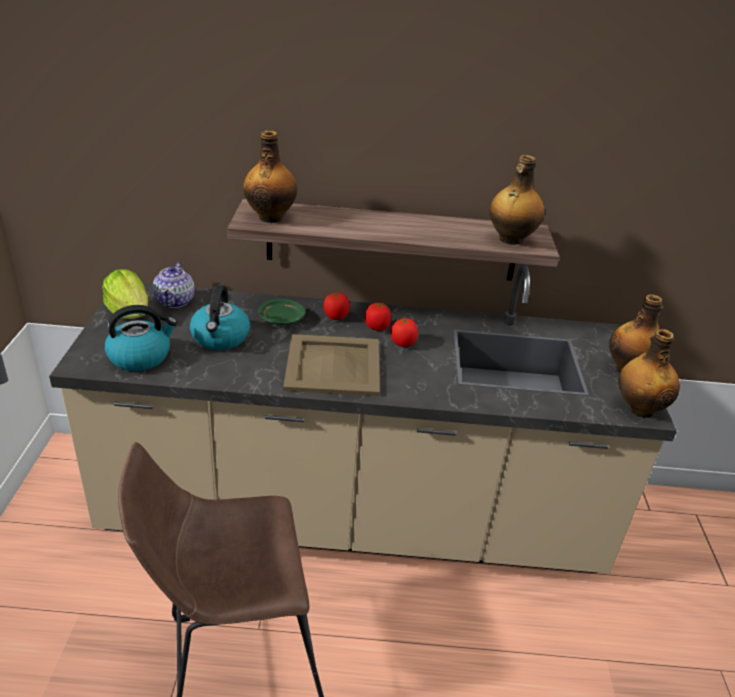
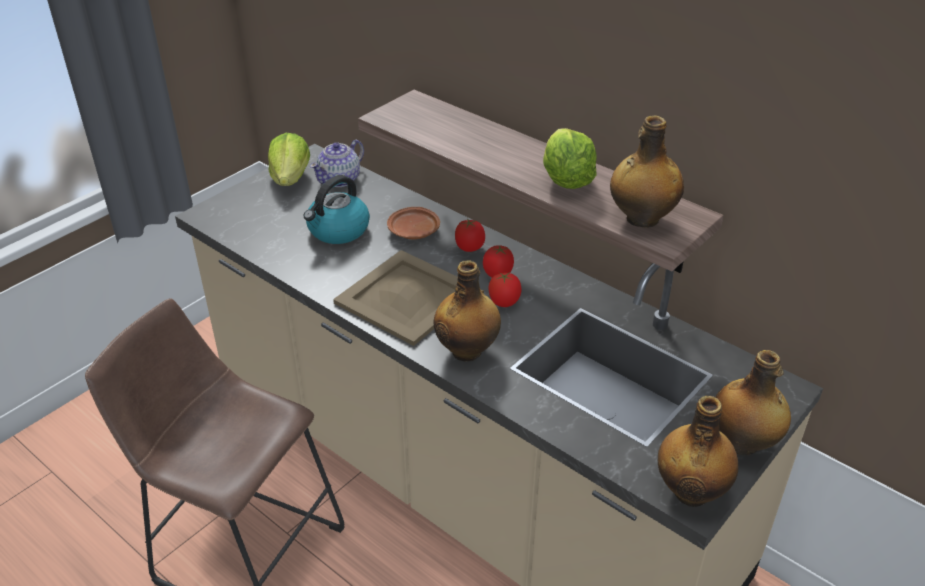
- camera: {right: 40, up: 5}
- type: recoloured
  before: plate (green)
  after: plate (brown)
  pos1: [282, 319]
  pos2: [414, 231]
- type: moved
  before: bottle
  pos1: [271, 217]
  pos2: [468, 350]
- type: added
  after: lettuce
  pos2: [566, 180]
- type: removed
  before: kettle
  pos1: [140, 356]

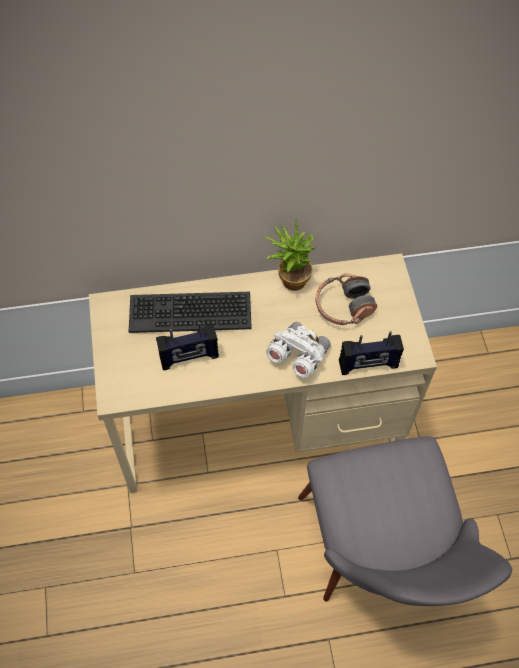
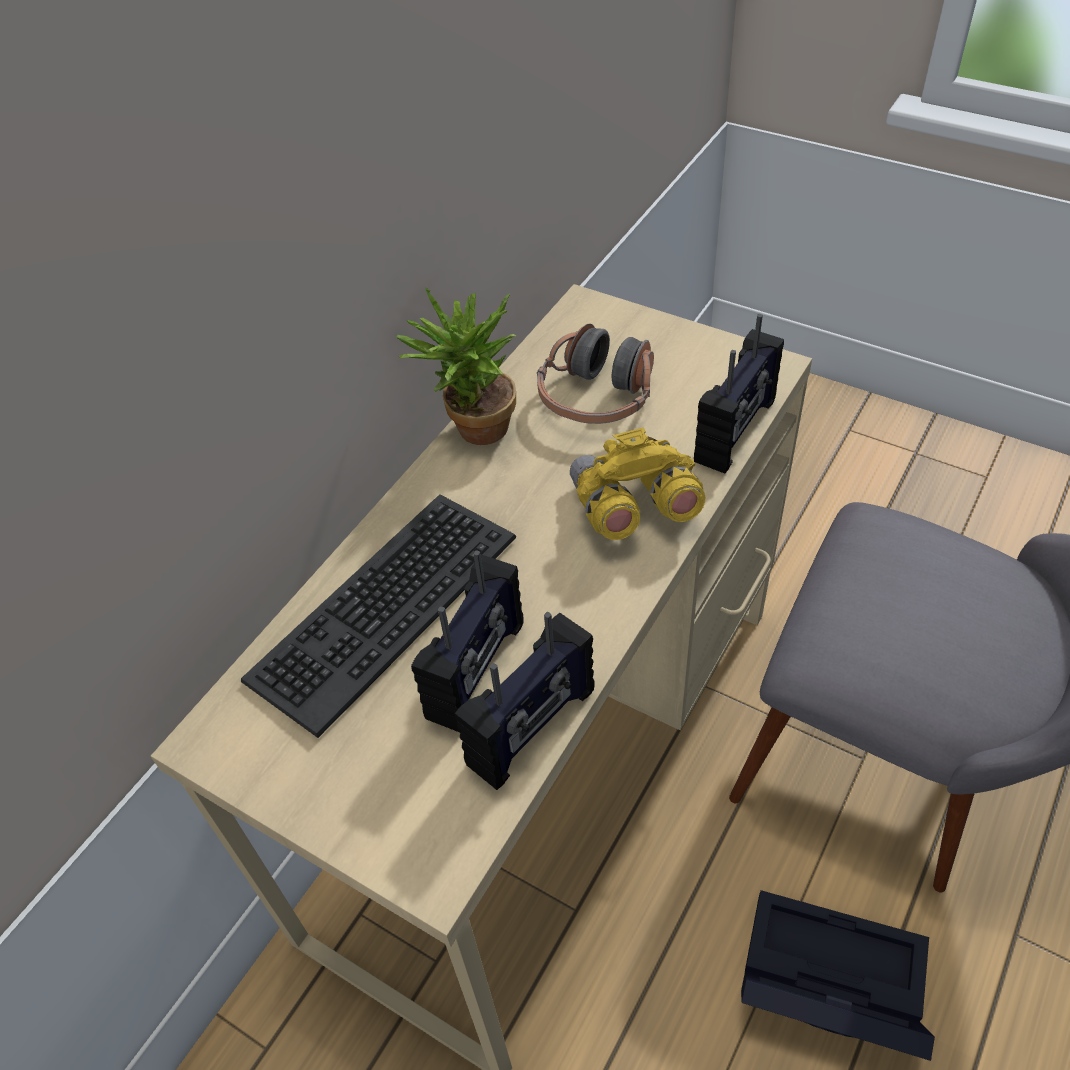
- camera: {right: -45, up: -10}
- type: added
  after: radio
  pos2: [533, 728]
- type: recoloured
  before: binoculars (white)
  after: binoculars (yellow)
  pos1: [297, 355]
  pos2: [632, 508]
- type: added
  after: storage box (black)
  pos2: [825, 983]

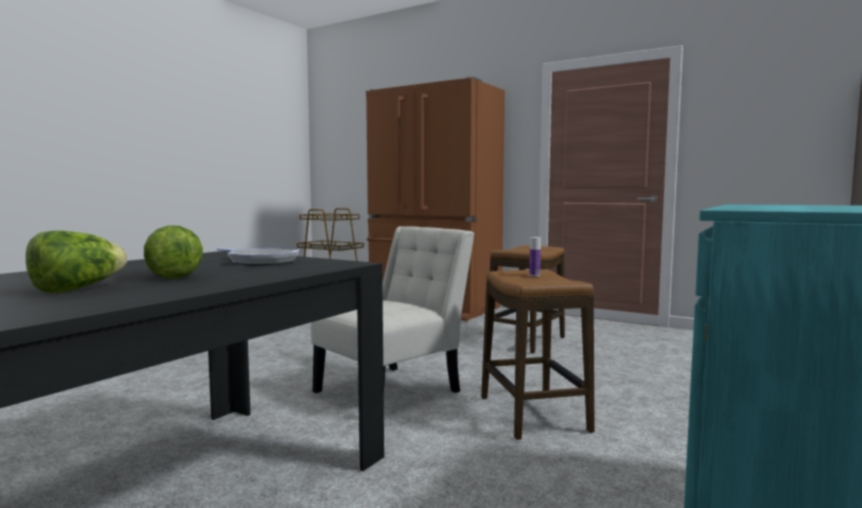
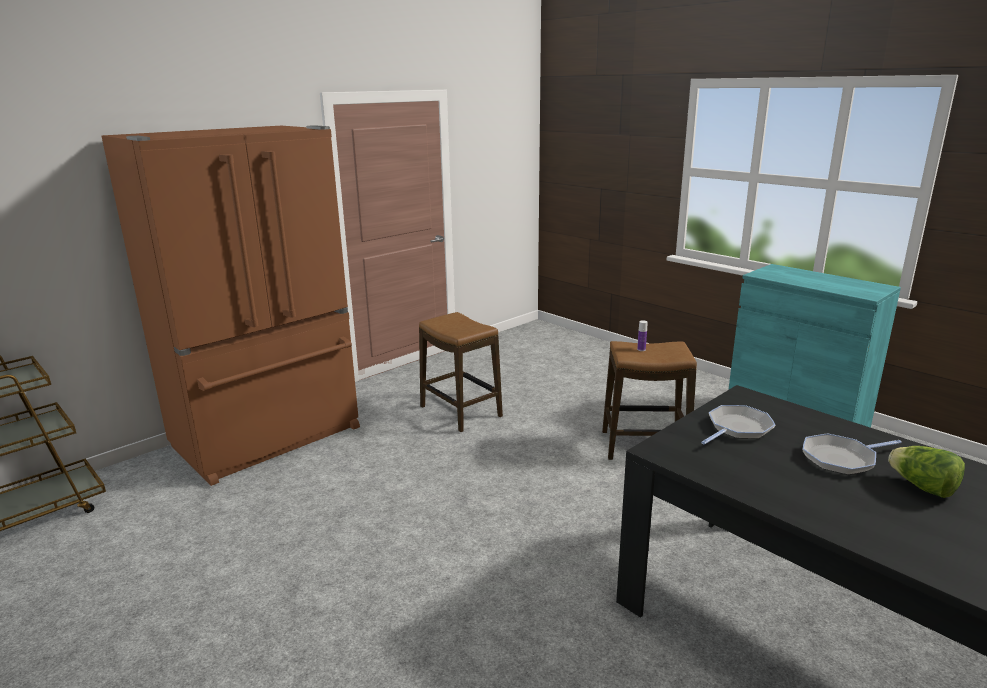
- camera: {right: -75, up: 15}
- type: replaced
  before: lettuce
  after: frying pan
  pos1: [172, 276]
  pos2: [841, 459]
- type: removed
  before: chair (white)
  pos1: [393, 390]

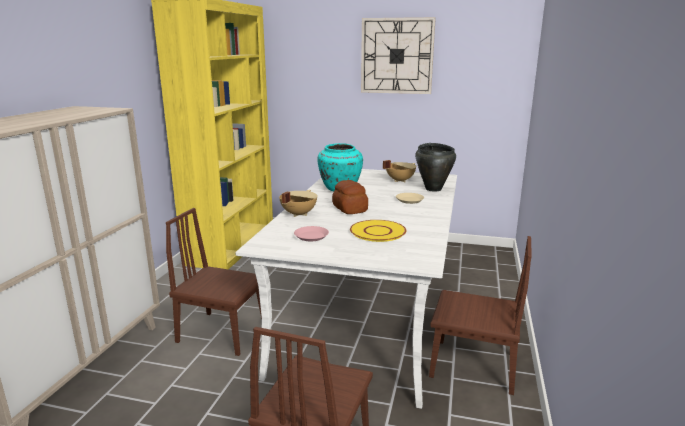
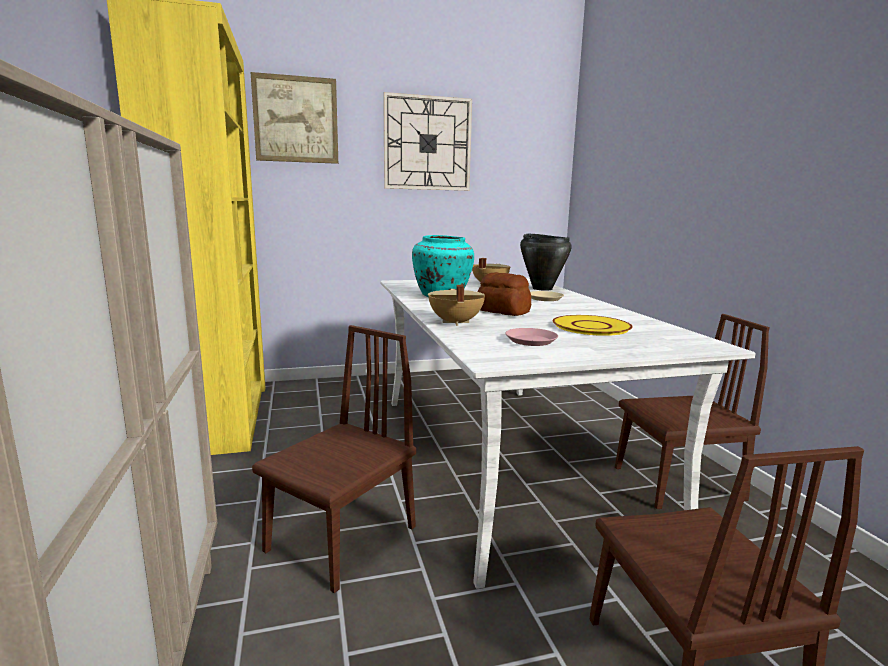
- camera: {right: -30, up: -5}
- type: added
  after: picture
  pos2: [296, 119]
- type: turned
  before: chair (brown)
  pos1: [222, 333]
  pos2: [342, 539]
  turn: 135

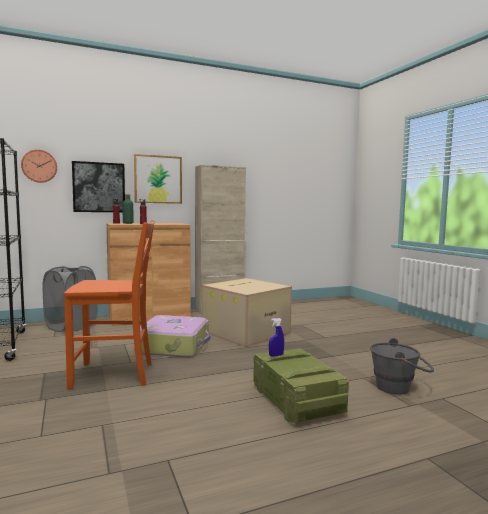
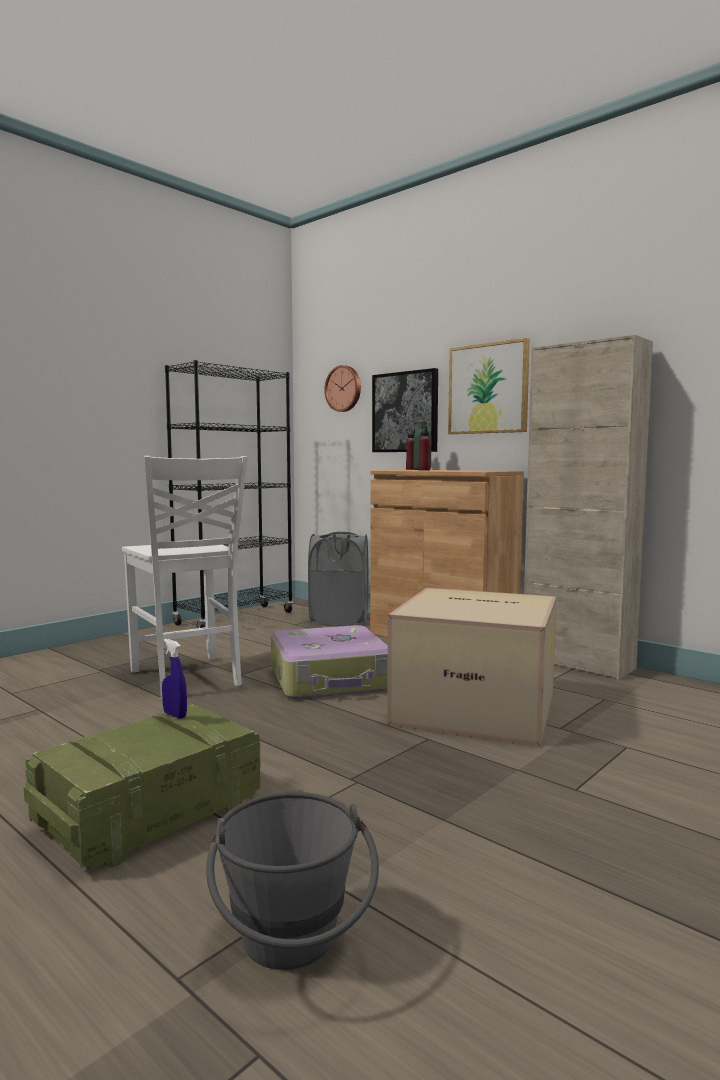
- camera: {right: 65, up: 0}
- type: recoloured
  before: chair (orange)
  after: chair (white)
  pos1: [114, 375]
  pos2: [187, 678]

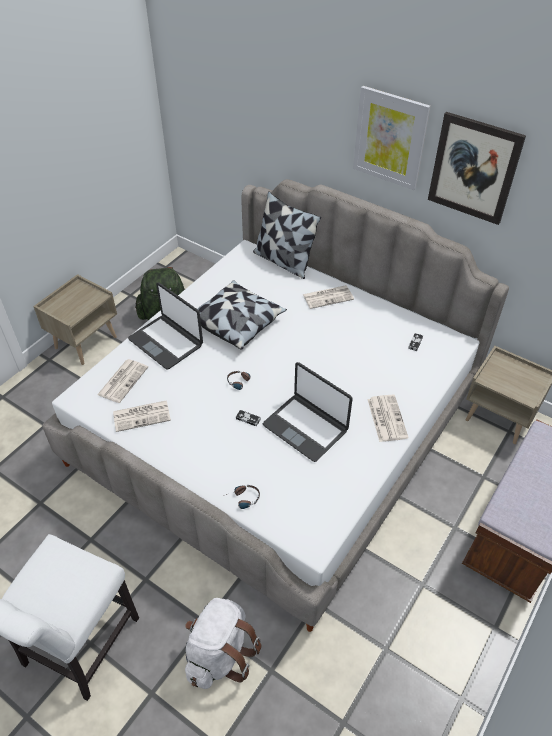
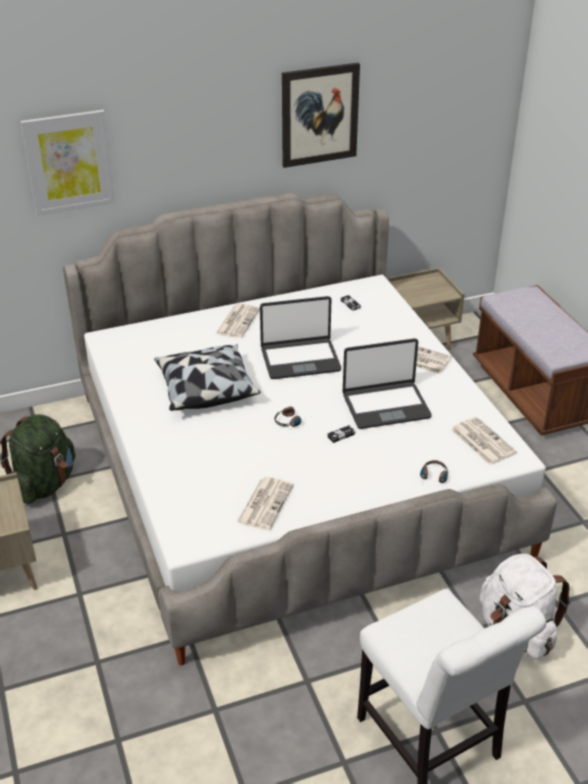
- camera: {right: -55, up: -10}
- type: moved
  before: picture
  pos1: [390, 138]
  pos2: [69, 162]
- type: moved
  before: laptop
  pos1: [166, 342]
  pos2: [300, 359]
- type: moved
  before: newspaper
  pos1: [123, 380]
  pos2: [482, 441]
- type: removed
  before: pillow
  pos1: [283, 261]

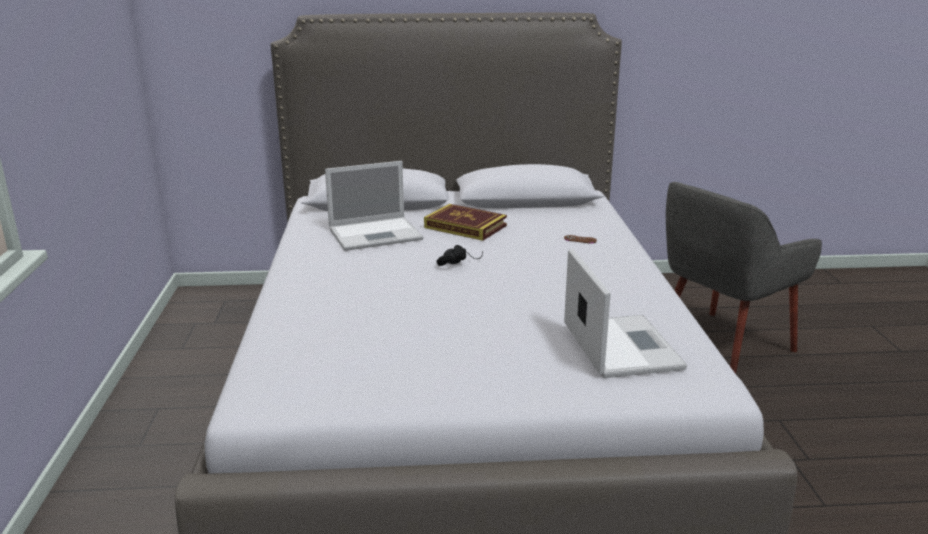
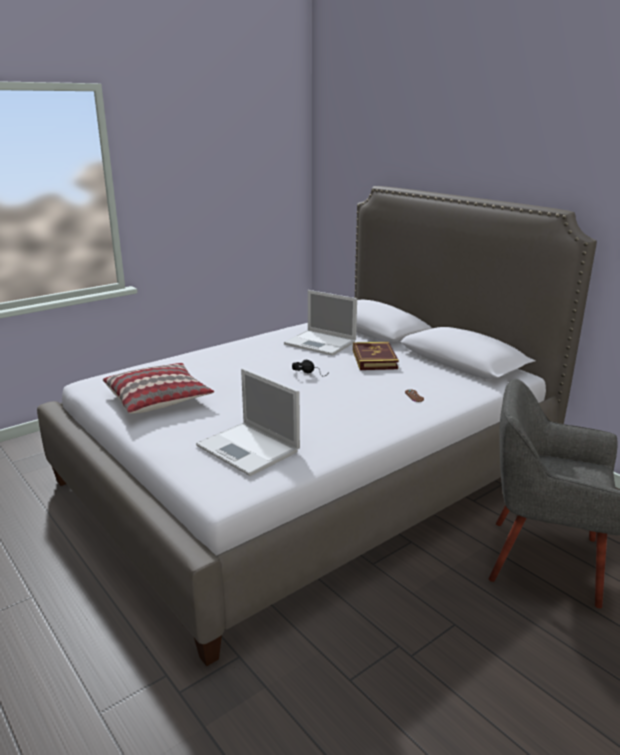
- camera: {right: 55, up: 0}
- type: added
  after: pillow
  pos2: [158, 399]
- type: turned
  before: laptop
  pos1: [620, 345]
  pos2: [249, 449]
  turn: 90

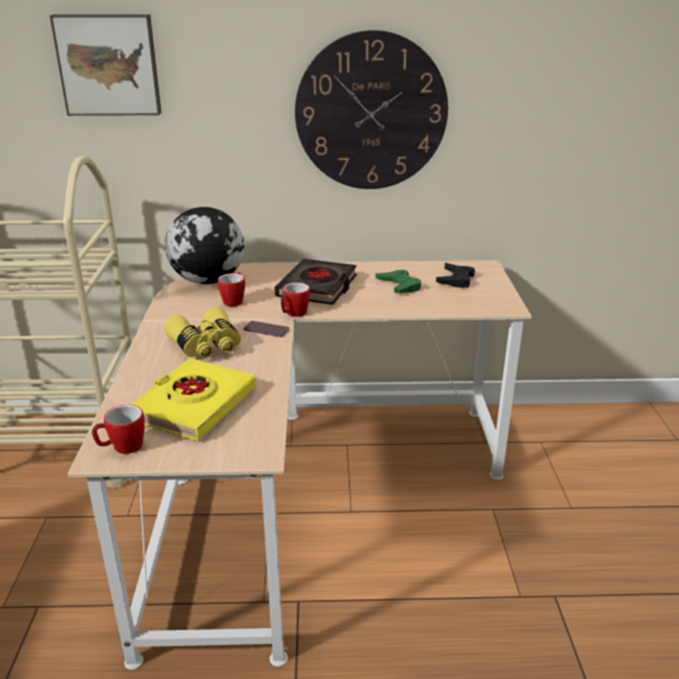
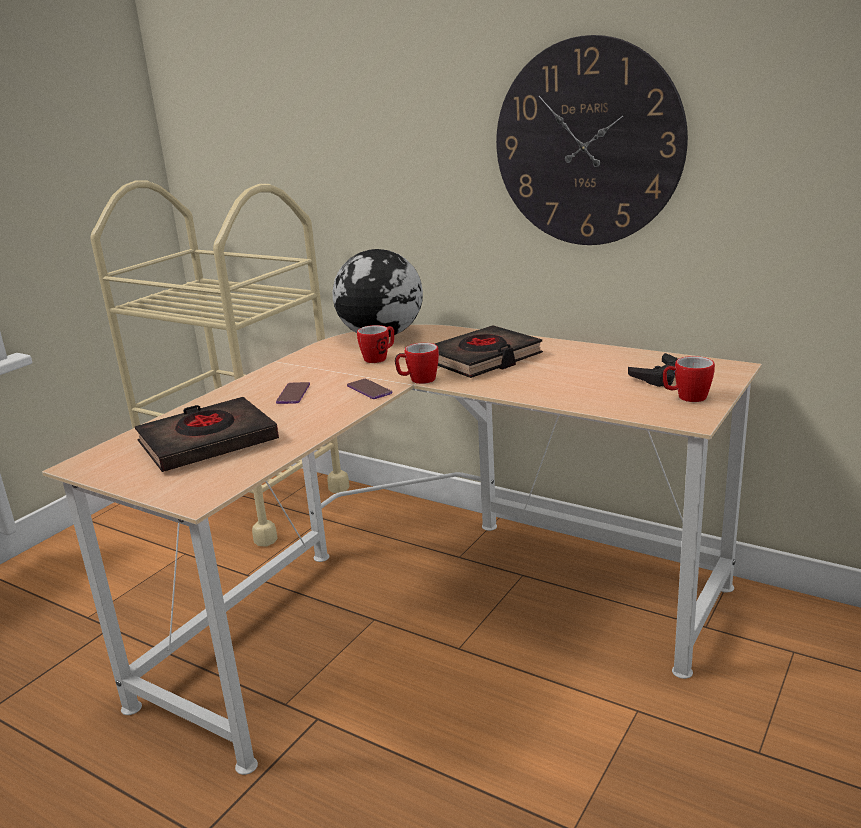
- camera: {right: 35, up: -5}
- type: recoloured
  before: book (yellow)
  after: book (black)
  pos1: [194, 405]
  pos2: [208, 442]
- type: replaced
  before: binoculars (yellow)
  after: phone
  pos1: [206, 346]
  pos2: [293, 394]
- type: moved
  before: mug
  pos1: [122, 448]
  pos2: [686, 397]
- type: removed
  before: picture
  pos1: [109, 65]
- type: removed
  before: game controller (green)
  pos1: [399, 286]

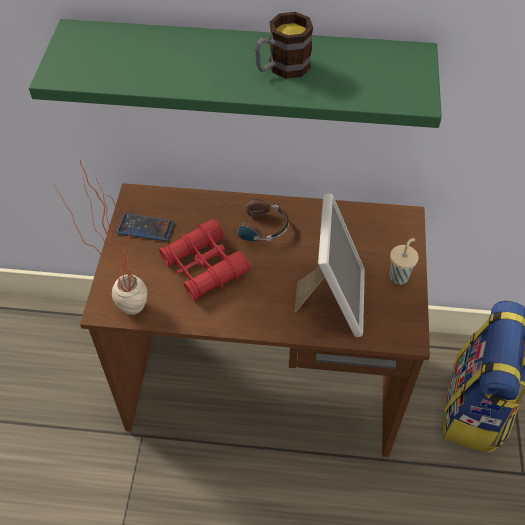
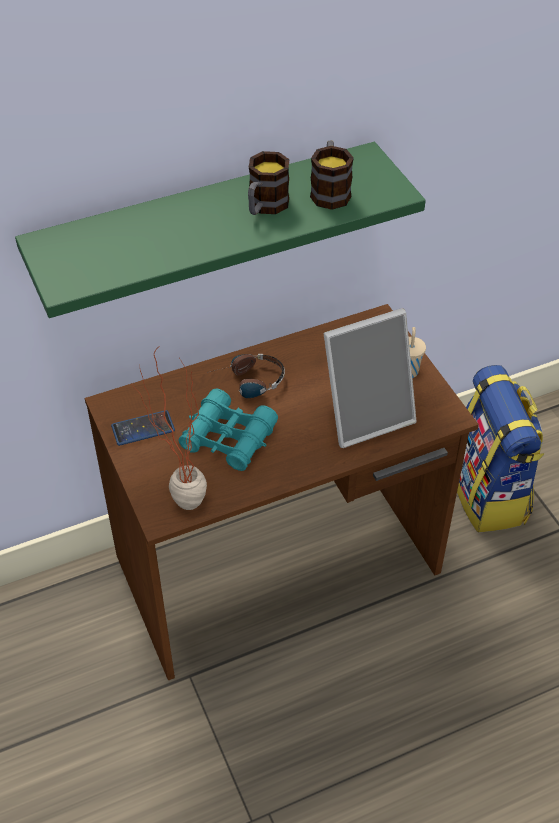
- camera: {right: -30, up: -5}
- type: recoloured
  before: binoculars (red)
  after: binoculars (turquoise)
  pos1: [204, 267]
  pos2: [228, 438]
- type: added
  after: mug
  pos2: [330, 191]
- type: turned
  before: picture frame
  pos1: [332, 299]
  pos2: [366, 415]
  turn: 90

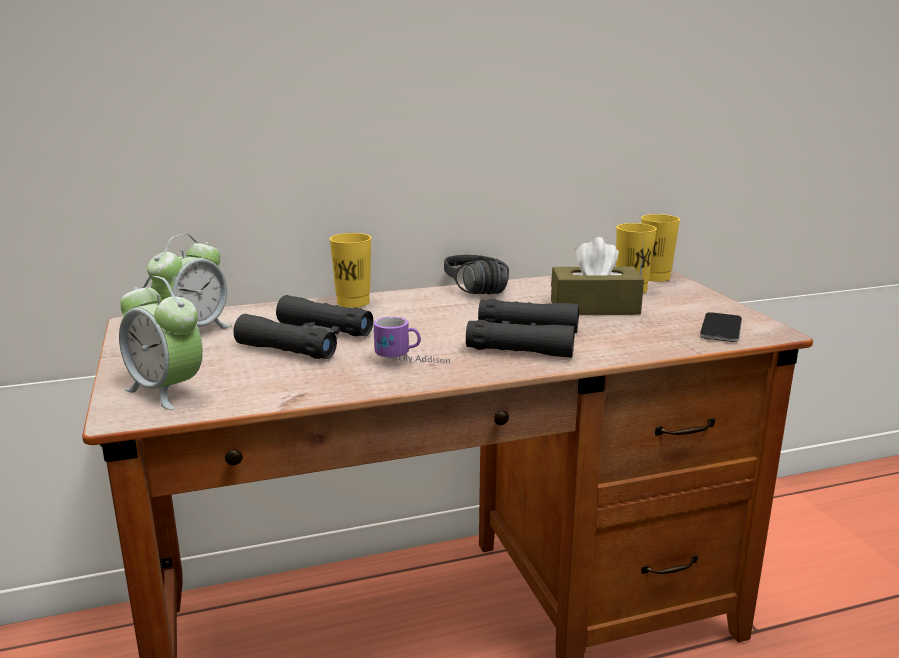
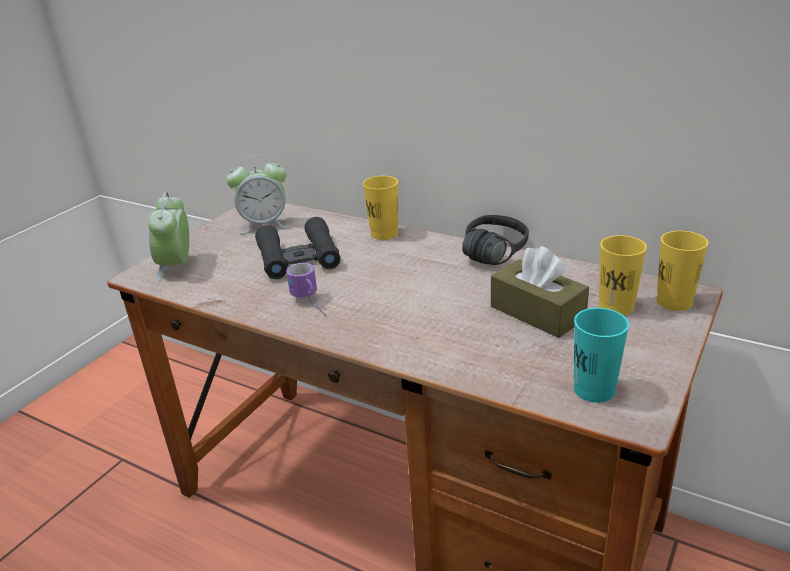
- camera: {right: 50, up: 10}
- type: replaced
  before: phone
  after: cup (turquoise)
  pos1: [721, 329]
  pos2: [594, 390]
- type: removed
  before: binoculars (black)
  pos1: [524, 340]

